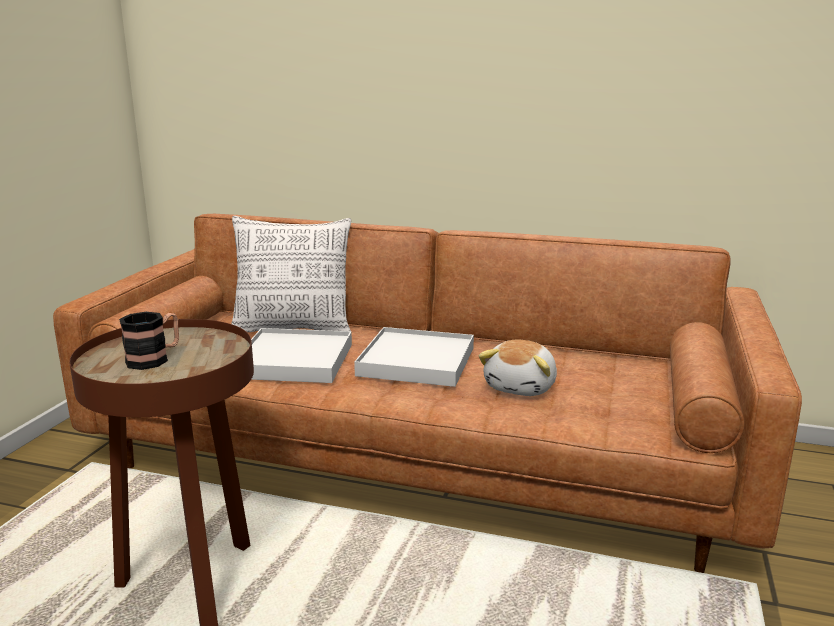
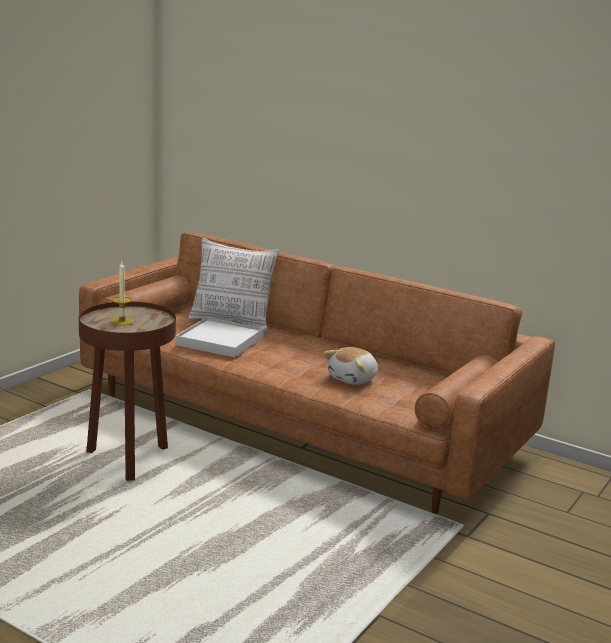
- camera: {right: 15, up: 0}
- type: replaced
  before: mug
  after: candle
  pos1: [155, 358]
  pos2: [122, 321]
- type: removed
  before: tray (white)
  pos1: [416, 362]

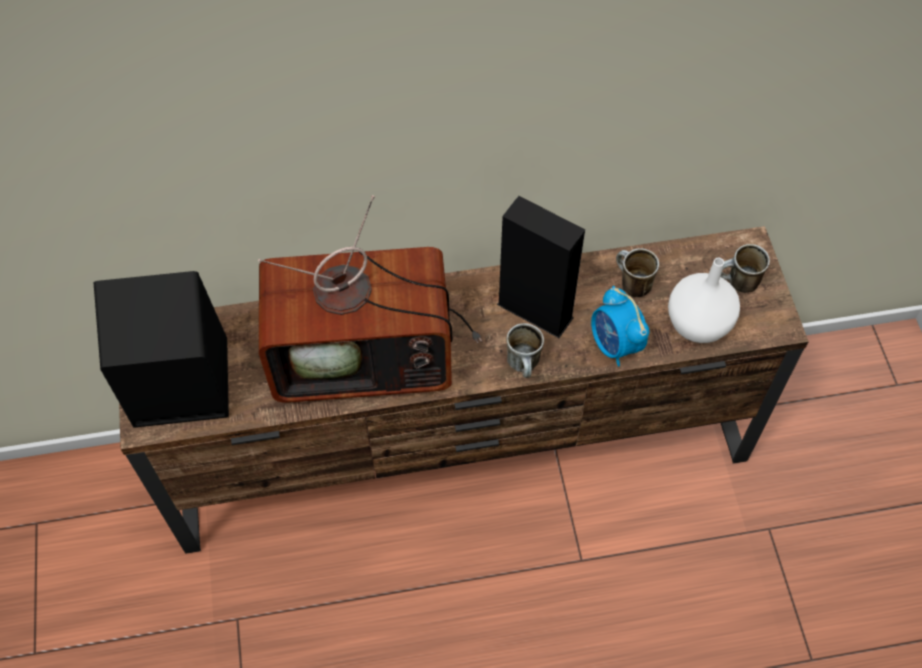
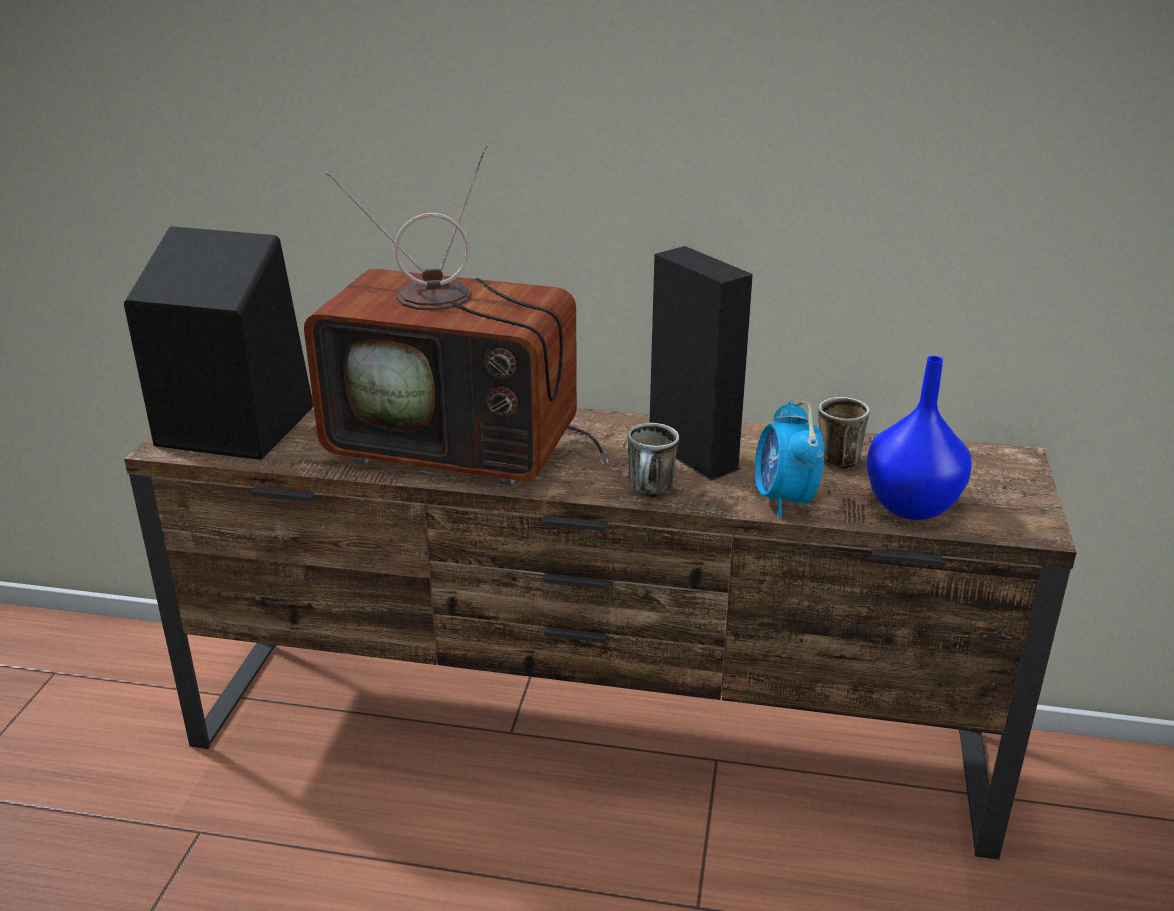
- camera: {right: 20, up: -30}
- type: recoloured
  before: vase (white)
  after: vase (blue)
  pos1: [696, 324]
  pos2: [910, 505]
- type: removed
  before: mug
  pos1: [737, 284]

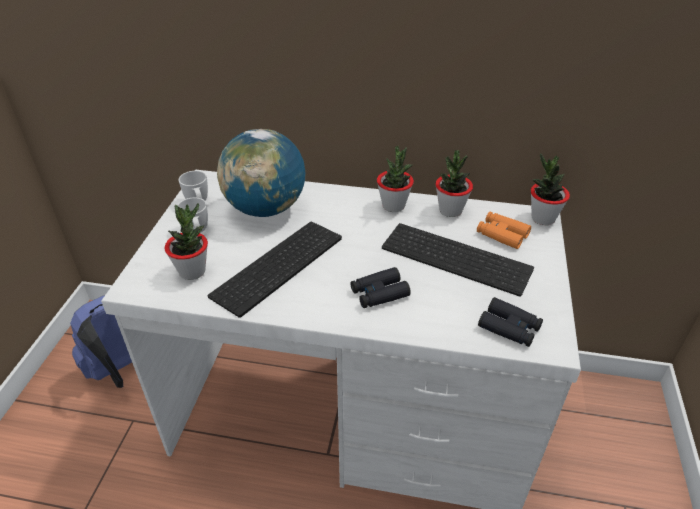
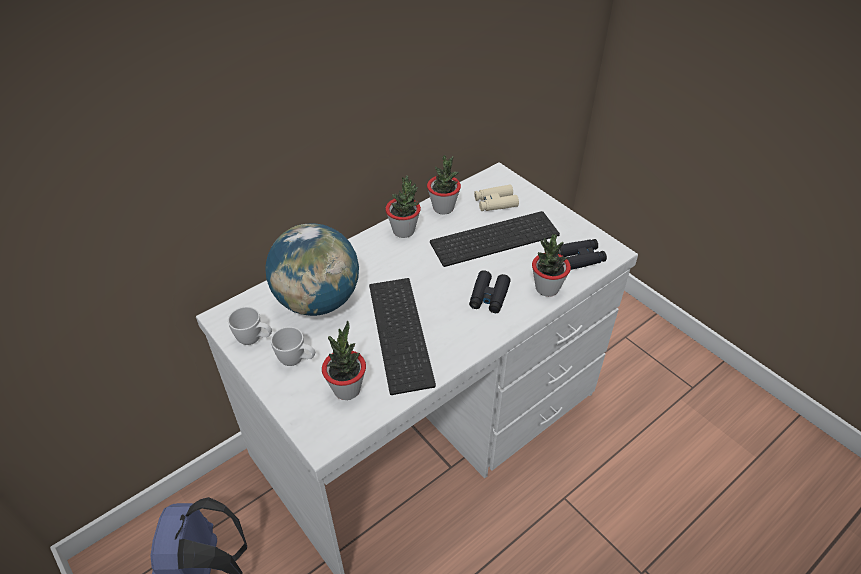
- camera: {right: -50, up: 5}
- type: recoloured
  before: binoculars (orange)
  after: binoculars (beige)
  pos1: [502, 234]
  pos2: [495, 203]
- type: moved
  before: potted plant
  pos1: [542, 218]
  pos2: [547, 288]

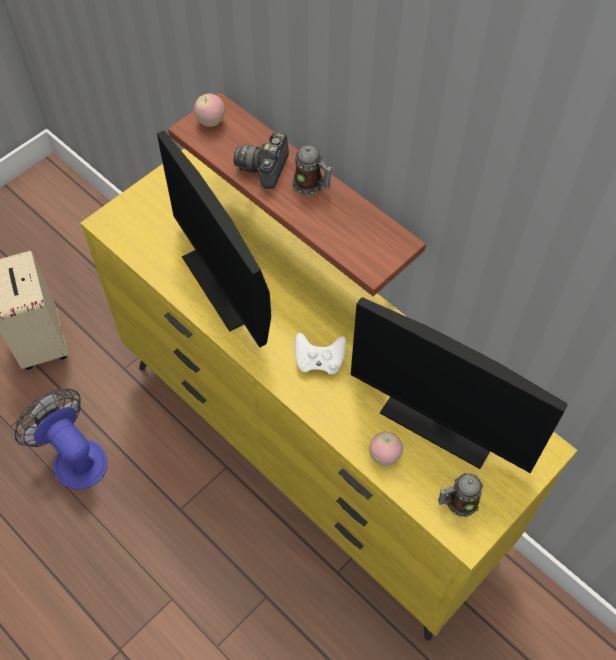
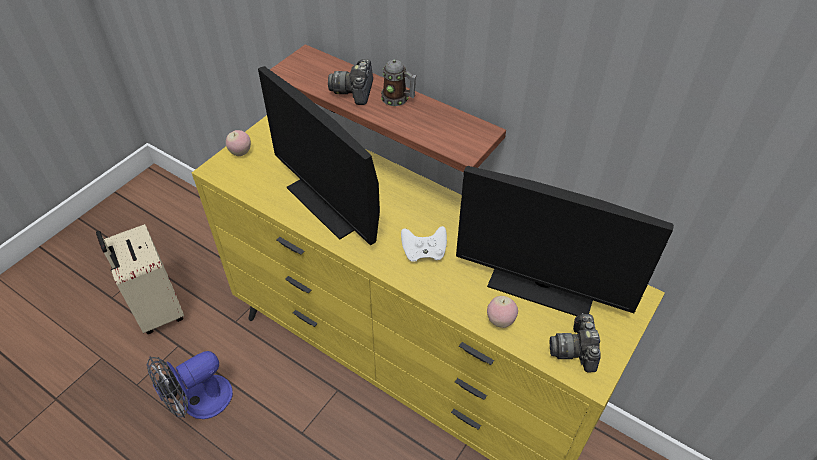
- camera: {right: -10, up: -10}
- type: turned
  before: fan
  pos1: [74, 457]
  pos2: [199, 402]
  turn: -75
- type: moved
  before: apple
  pos1: [211, 122]
  pos2: [240, 152]
- type: replaced
  before: mug
  after: photo camera
  pos1: [457, 502]
  pos2: [575, 350]

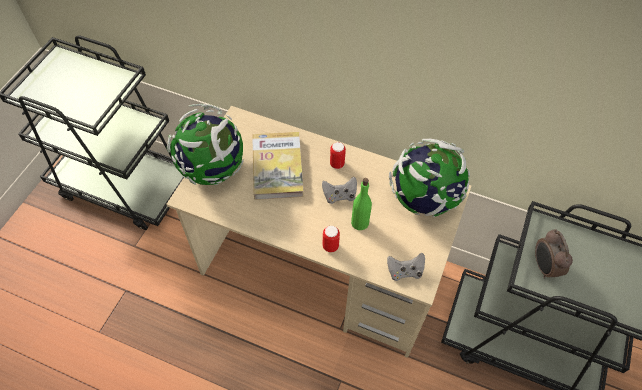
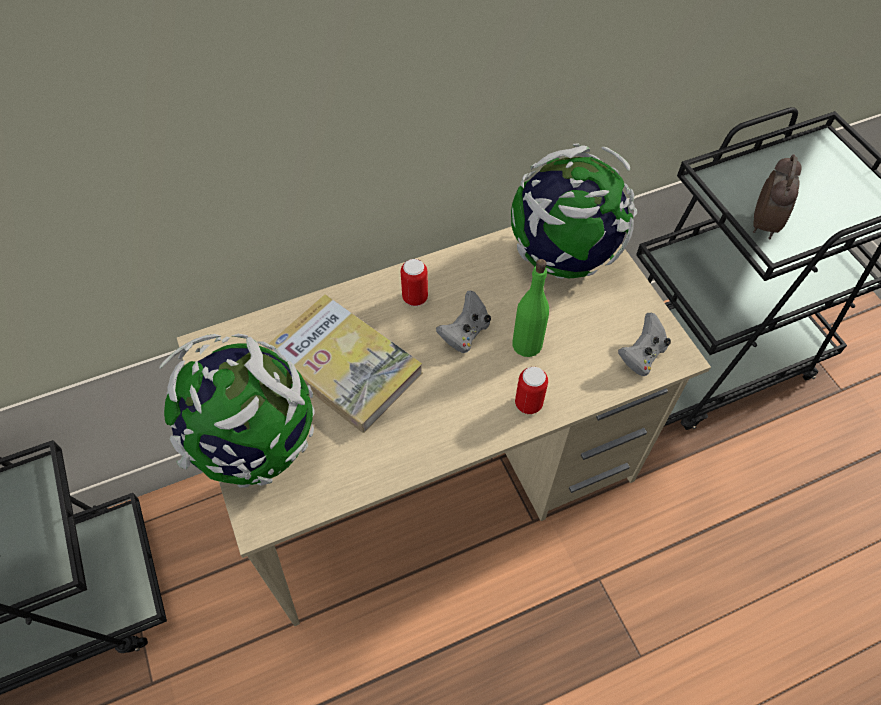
- camera: {right: -45, up: 0}
- type: turned
  before: alarm clock
  pos1: [543, 267]
  pos2: [765, 224]
  turn: -105

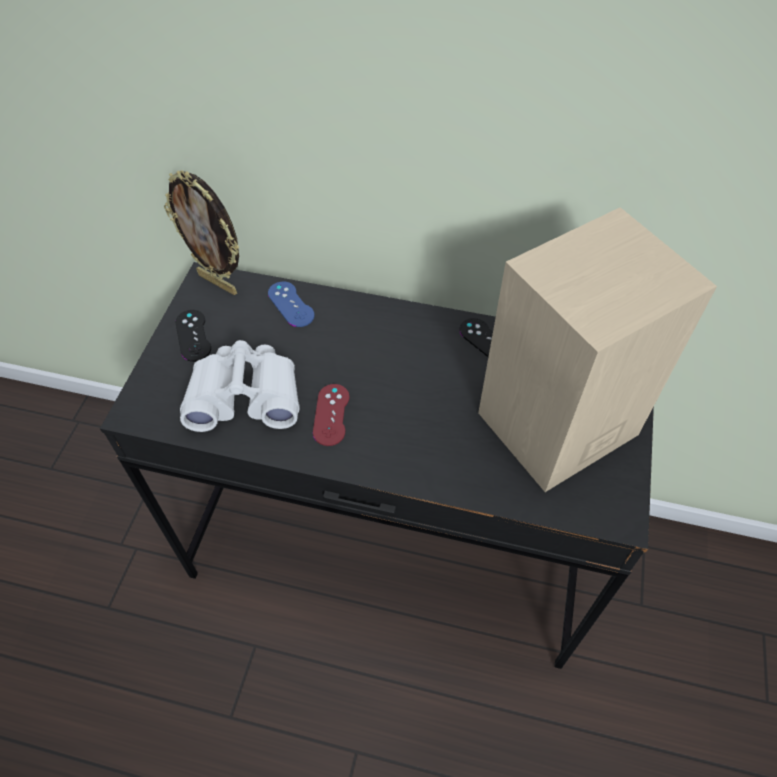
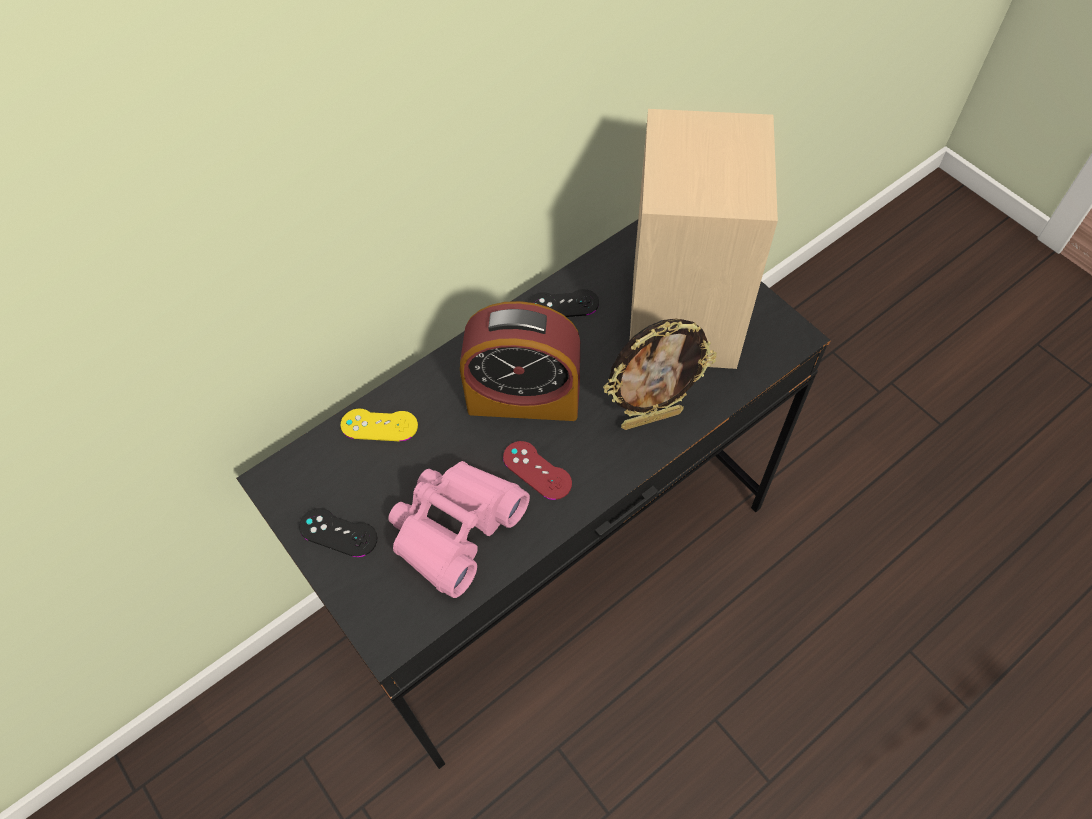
- camera: {right: -50, up: 5}
- type: recoloured
  before: game controller (blue)
  after: game controller (yellow)
  pos1: [291, 304]
  pos2: [379, 425]
- type: recoloured
  before: binoculars (white)
  after: binoculars (pink)
  pos1: [245, 396]
  pos2: [455, 528]
- type: added
  after: alarm clock
  pos2: [524, 397]
- type: moved
  before: picture frame
  pos1: [219, 283]
  pos2: [651, 418]

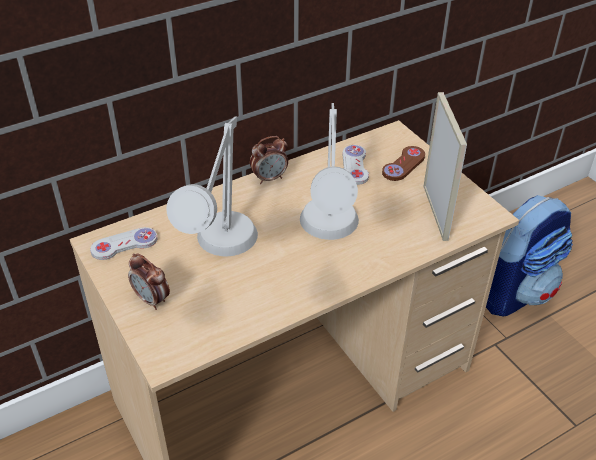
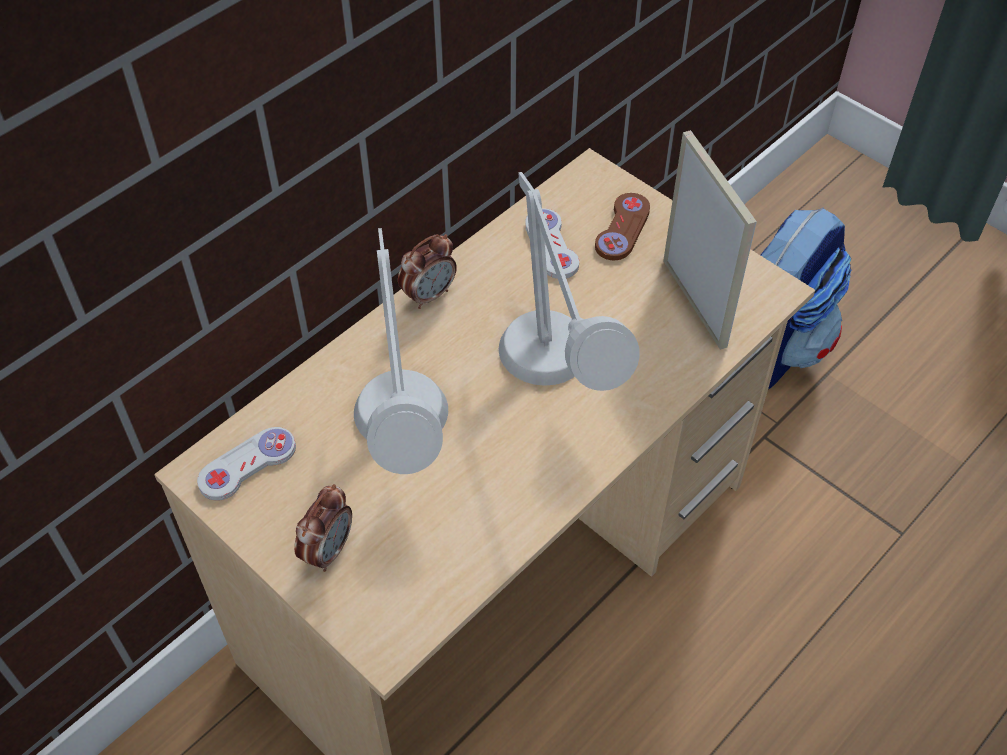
- camera: {right: -15, up: 10}
- type: turned
  before: alarm clock
  pos1: [152, 300]
  pos2: [328, 550]
  turn: -90

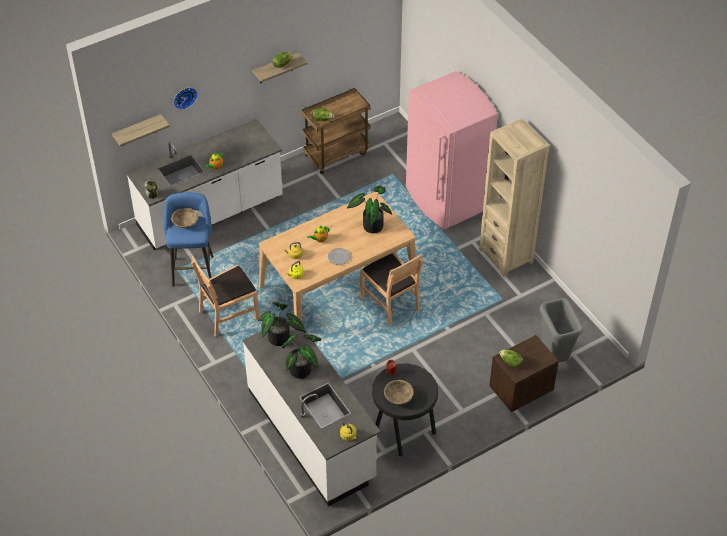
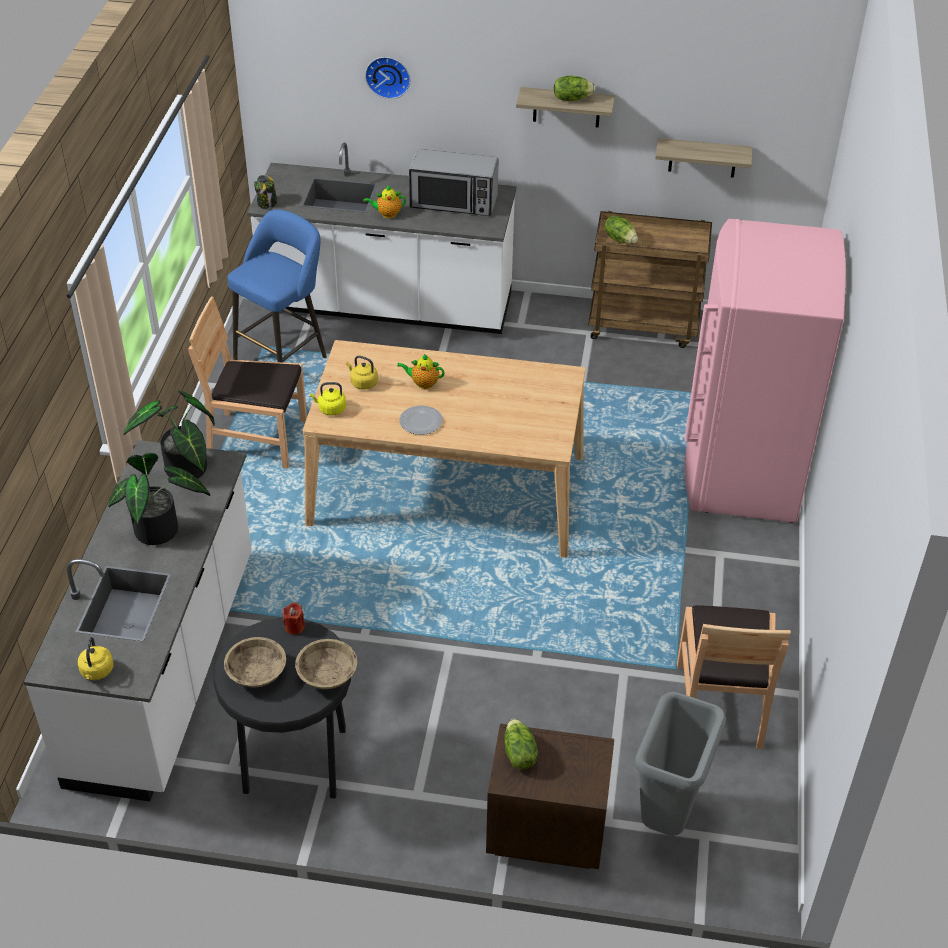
- camera: {right: 40, up: -5}
- type: moved
  before: bowl (beige)
  pos1: [185, 222]
  pos2: [327, 675]
- type: added
  after: microwave
  pos2: [453, 202]
- type: moved
  before: shelf
  pos1: [137, 131]
  pos2: [702, 158]
- type: moved
  before: chair (brown)
  pos1: [390, 303]
  pos2: [720, 704]
- type: removed
  before: potted plant
  pos1: [371, 225]
- type: removed
  before: bookcase (beige)
  pos1: [506, 256]

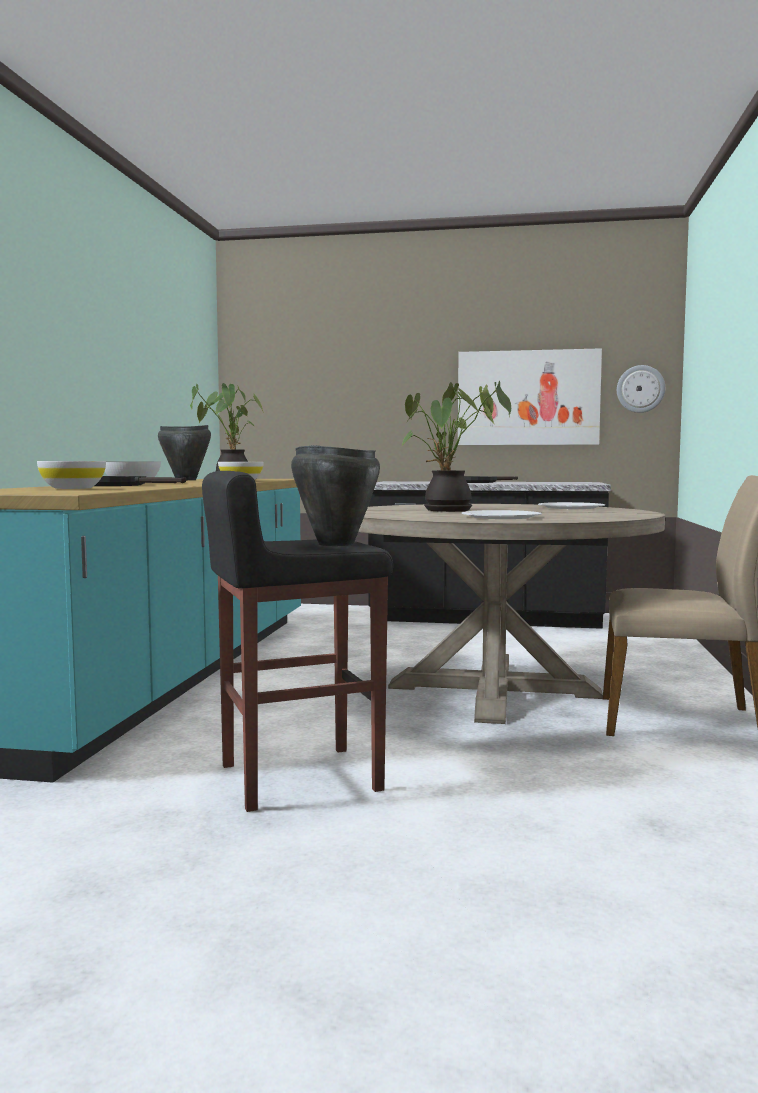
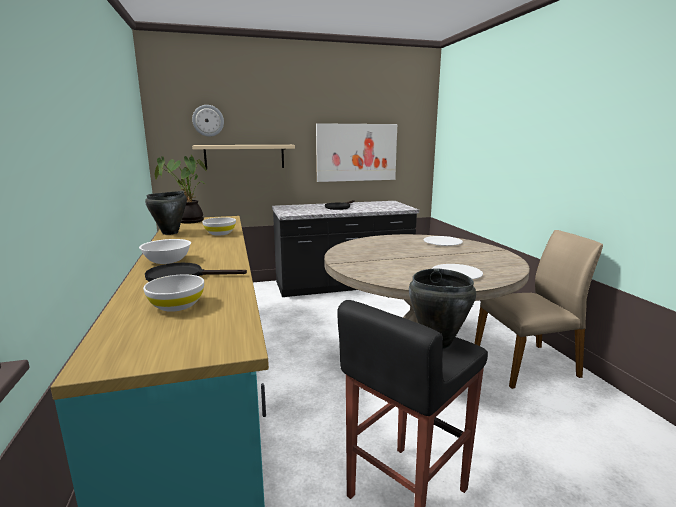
- camera: {right: -25, up: 10}
- type: moved
  before: wall clock
  pos1: [640, 389]
  pos2: [208, 120]
- type: added
  after: shelf (beige)
  pos2: [244, 156]
- type: removed
  before: potted plant
  pos1: [449, 510]

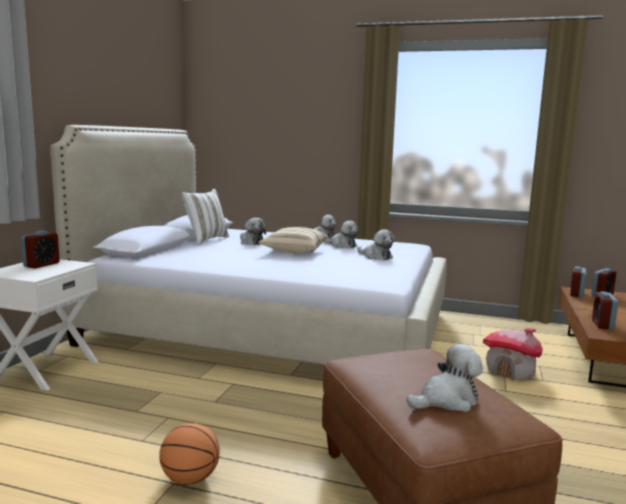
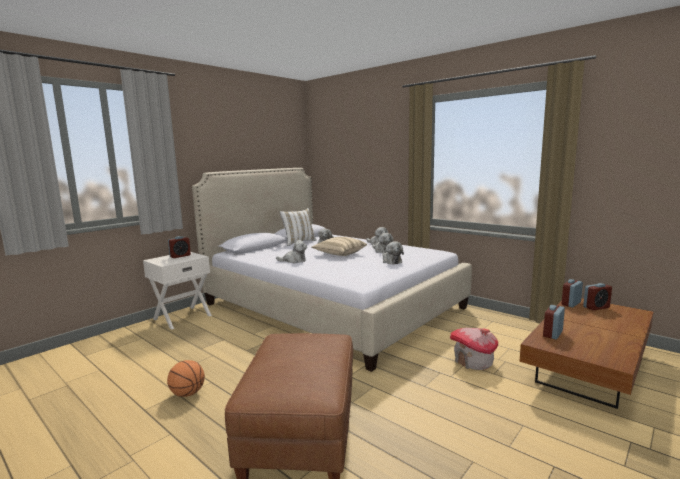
- camera: {right: 25, up: 0}
- type: moved
  before: plush toy
  pos1: [447, 400]
  pos2: [294, 261]

